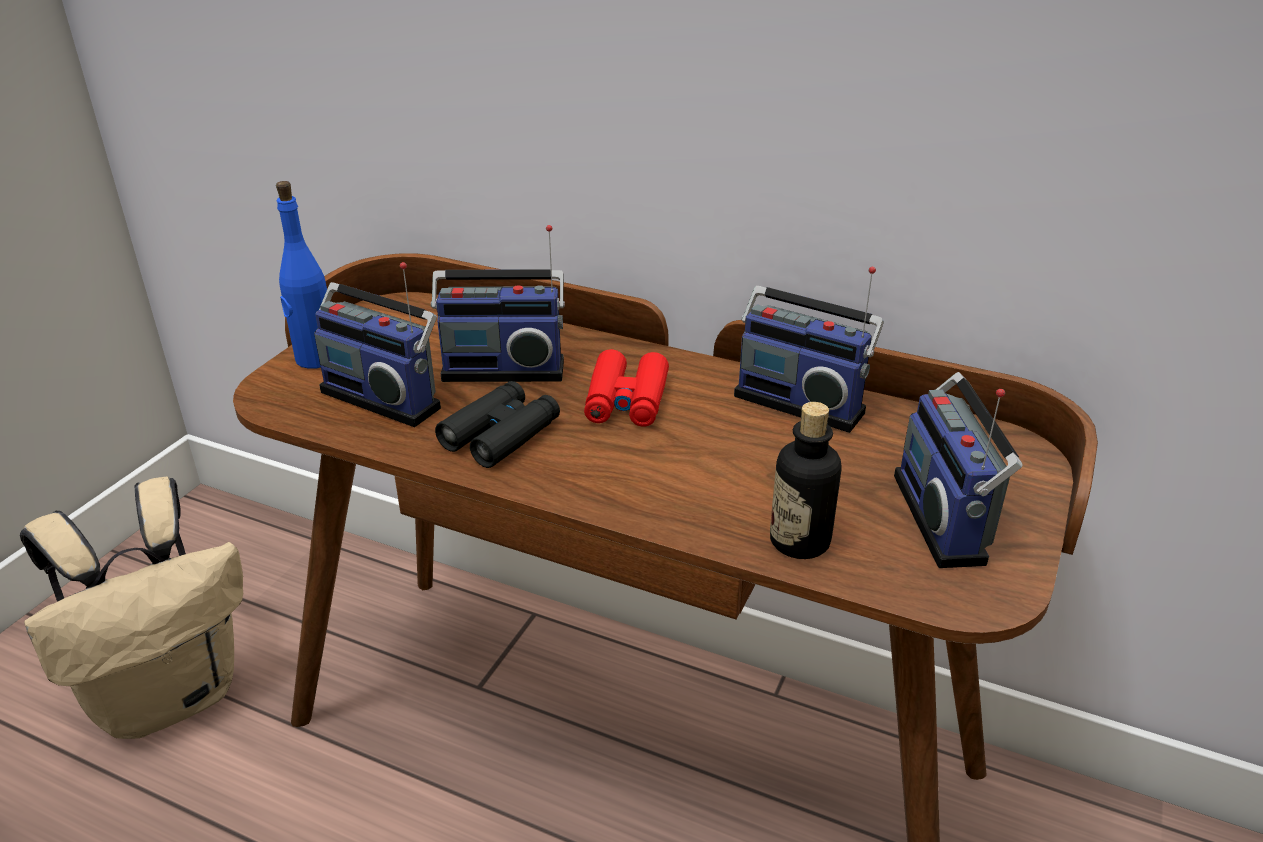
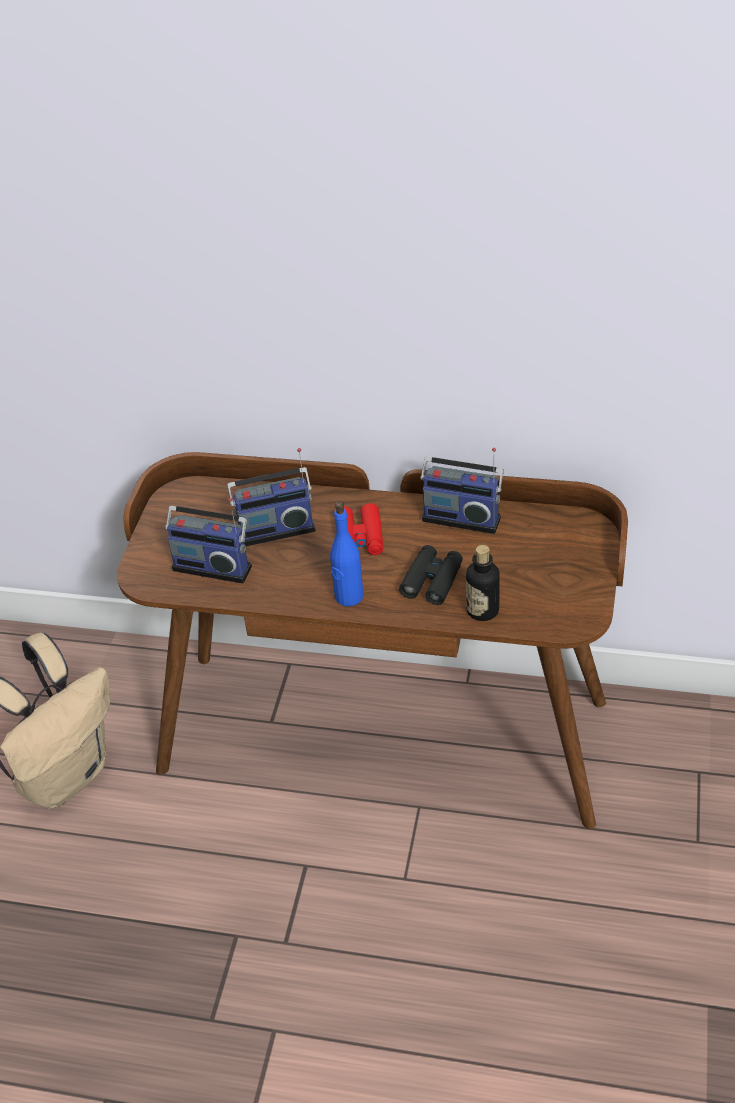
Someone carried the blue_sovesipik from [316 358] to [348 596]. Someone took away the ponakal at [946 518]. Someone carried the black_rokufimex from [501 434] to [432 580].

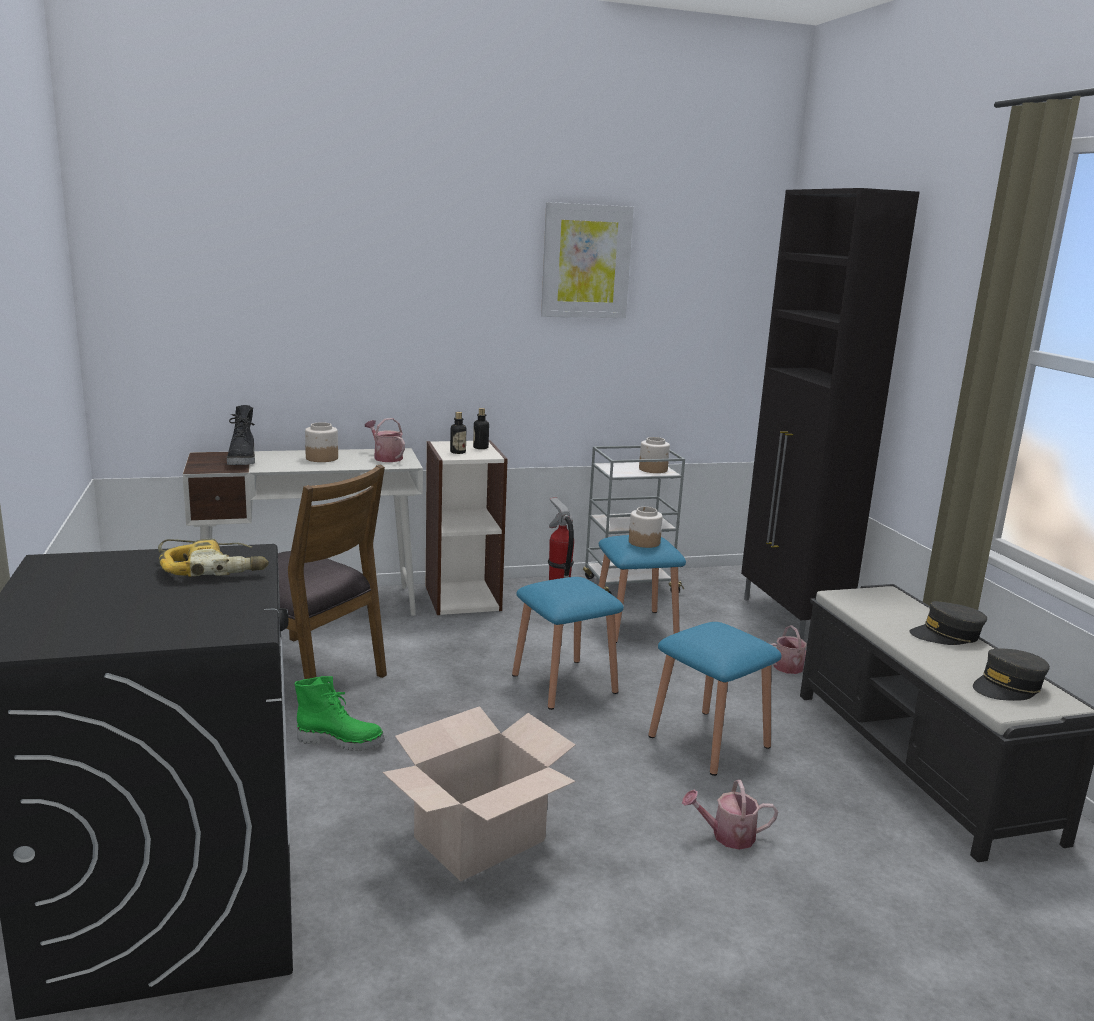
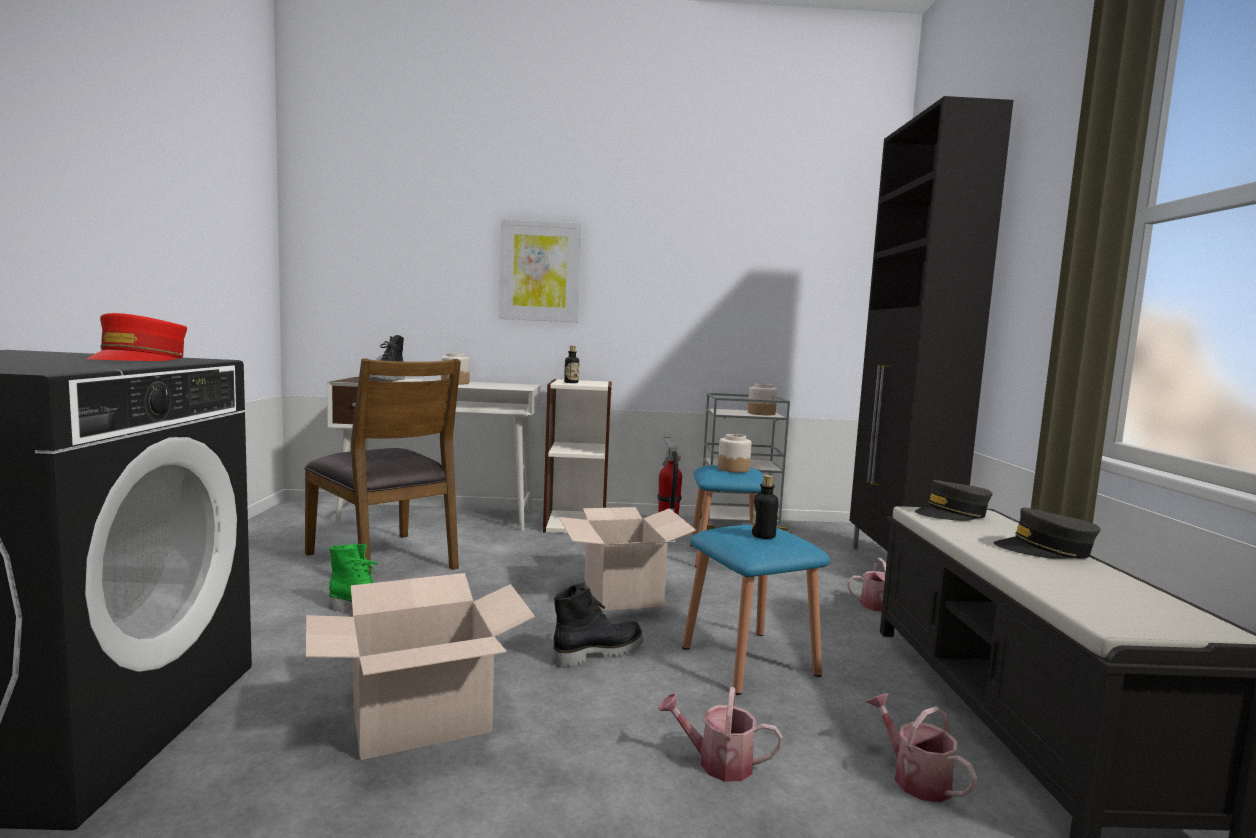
Someone carried the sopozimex from [586 261] to [540 271]. Someone carried the sovesipik from [480 447] to [763 536]. Someone carried the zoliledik from [385 457] to [915 778]. Someone swapped the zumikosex at [213 568] for the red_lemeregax at [139 359]. Someone swapped the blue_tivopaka at [564 683] for the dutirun at [623 593]. Someone carried the grey_lemeregax from [1008 687] to [952 514]. Someone put down the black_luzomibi at [597 653].

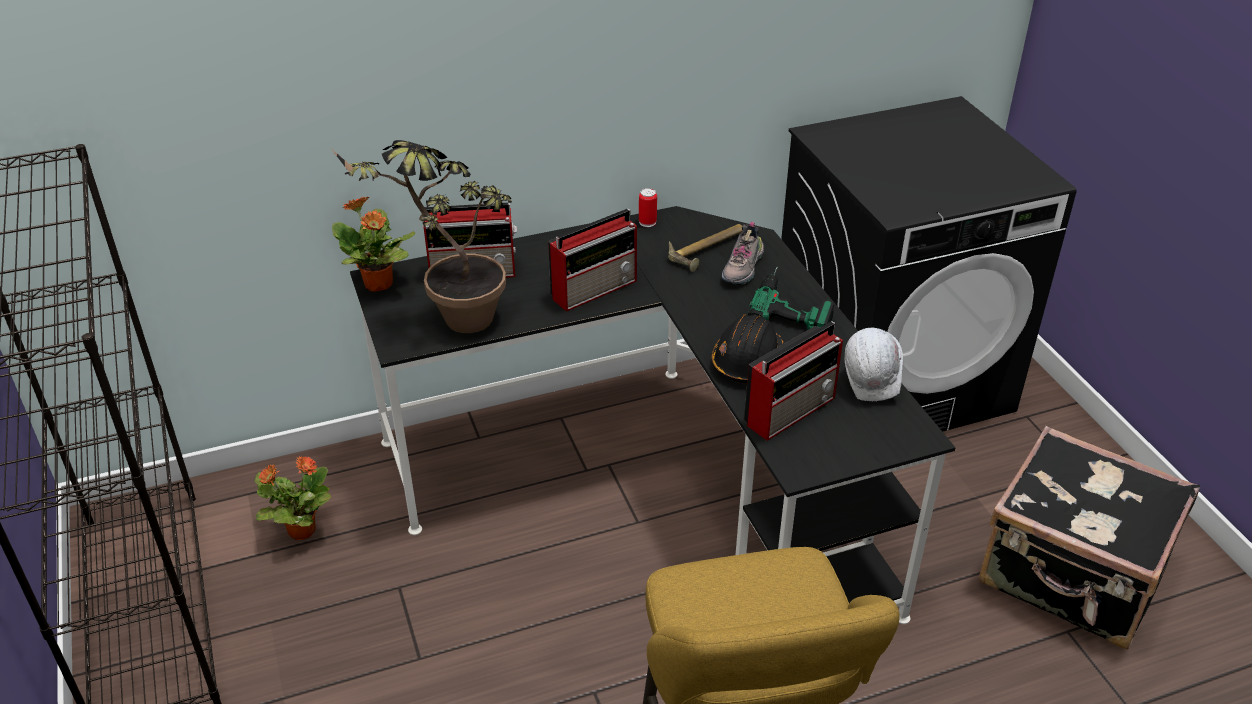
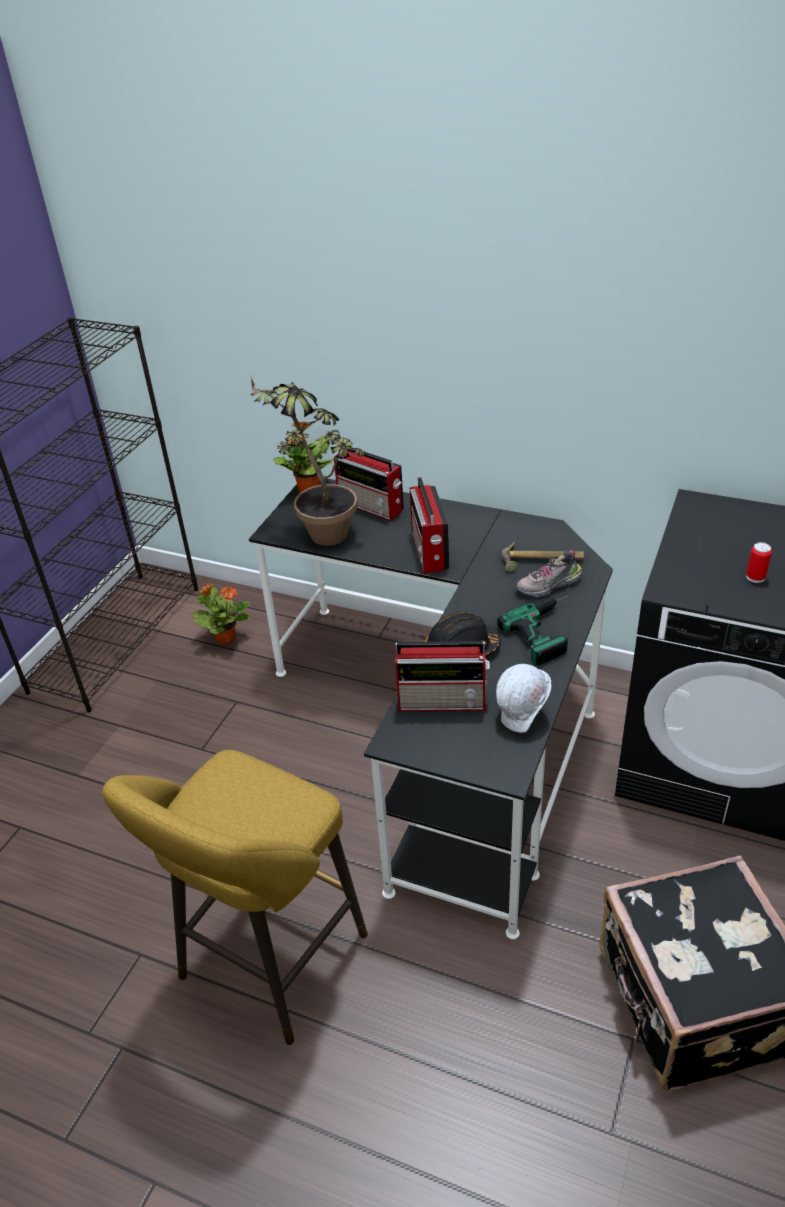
Someone carried the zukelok from [647 222] to [755 577]. Someone rotated the ponakal at [595 288] by 75 degrees clockwise.

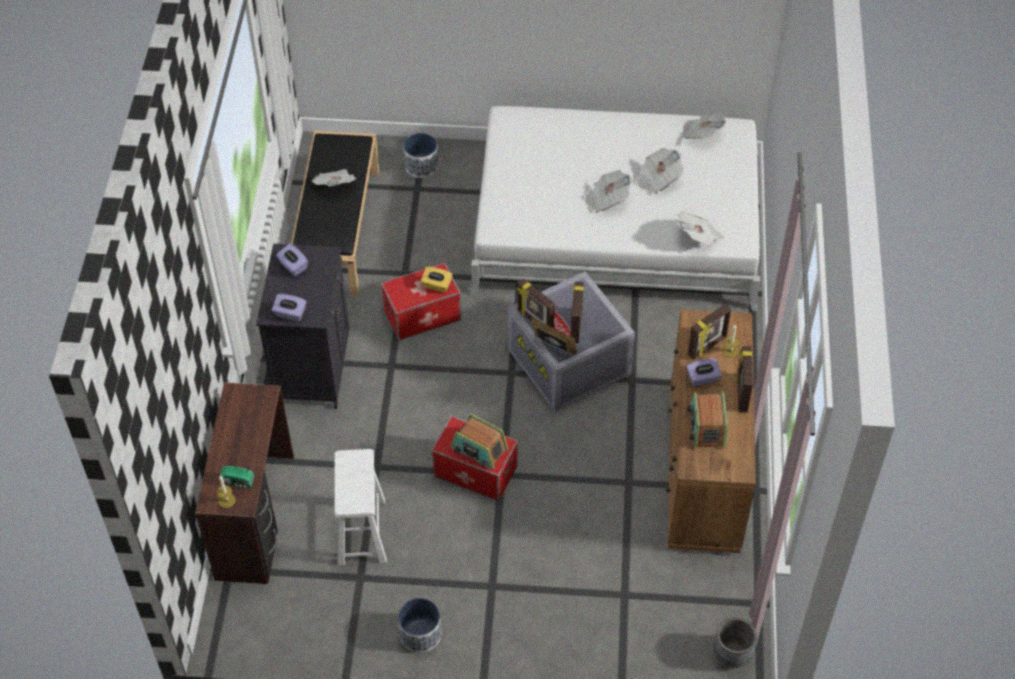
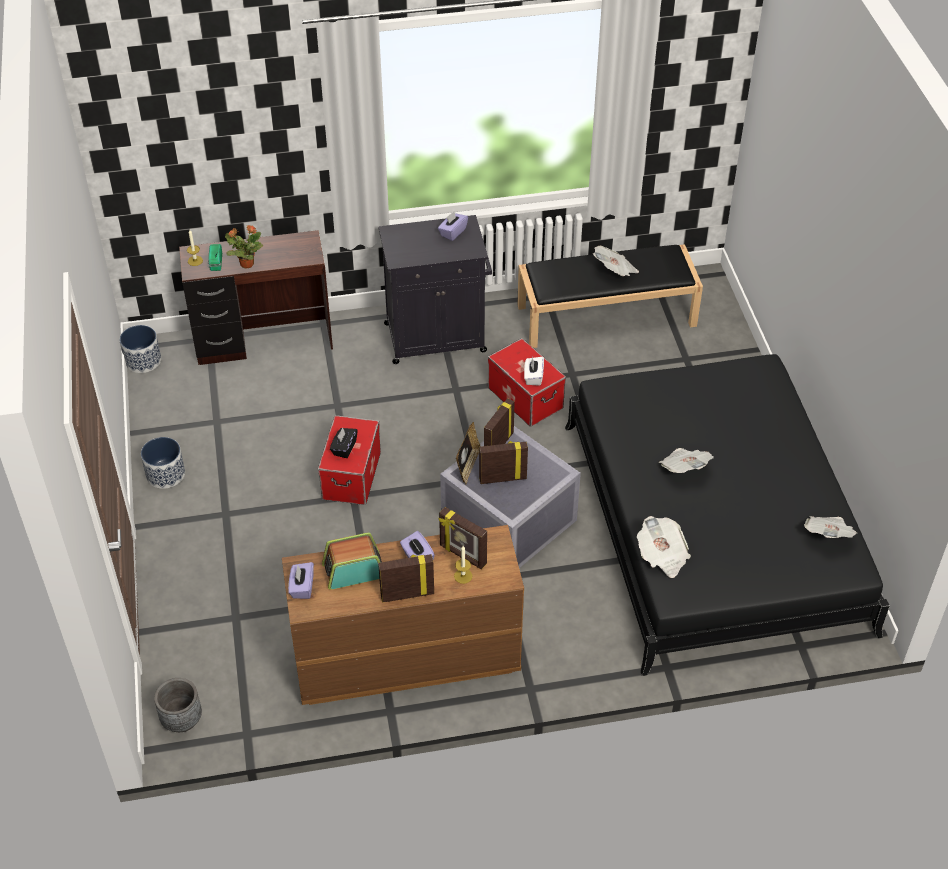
Someone repainted the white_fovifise at [616 224], which became the black_fovifise at [714 525]. Someone carried the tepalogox from [421 166] to [143 361]. Someone took away the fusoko at [657 179]. Someone repainted the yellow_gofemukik at [437 285], which became the white_gofemukik at [533 377]. Someone carried the purple_gofemukik from [290 314] to [302 587]. Someone swapped the ponakal at [479 449] for the black_gofemukik at [344 448]. Someone took away the white_tivopaka at [362 532]. Someone put down the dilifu at [246 264].

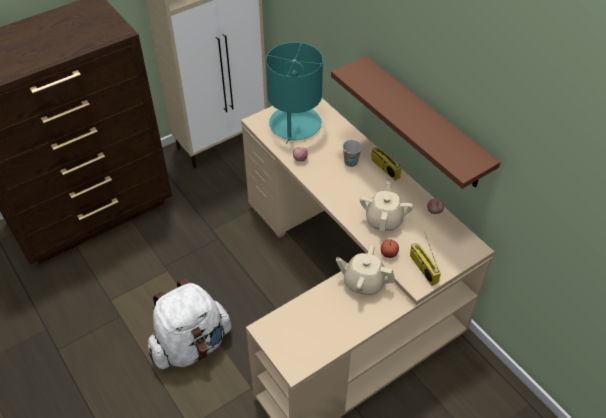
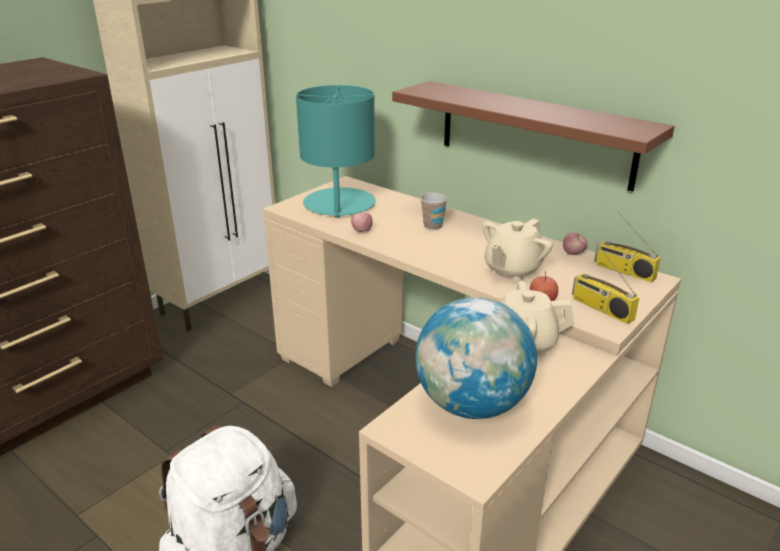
Someone carried the ponakal from [384 168] to [623 271]. Someone rotated the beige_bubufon at [384 220] by 135 degrees counterclockwise. Someone put down the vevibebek at [471 405].

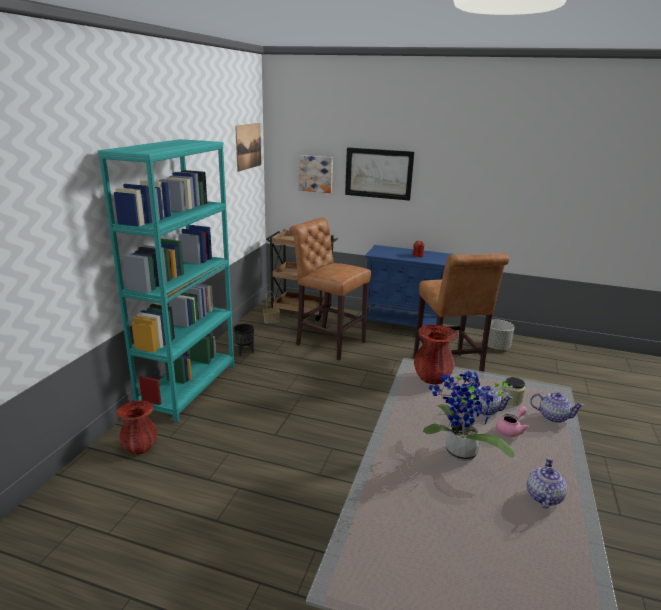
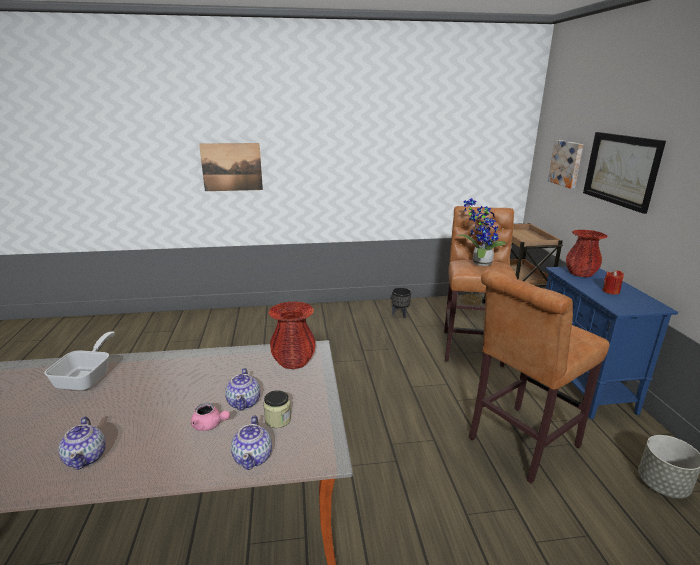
Someone carried the sopozimex from [248 146] to [231 167]. Someone took away the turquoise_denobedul at [189 387]. Someone carried the dilifu from [458 454] to [479 263]. Someone carried the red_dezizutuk from [140 447] to [580 273]. Someone rotated the bubufon at [543 497] by 75 degrees clockwise. Someone put down the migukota at [88 377].

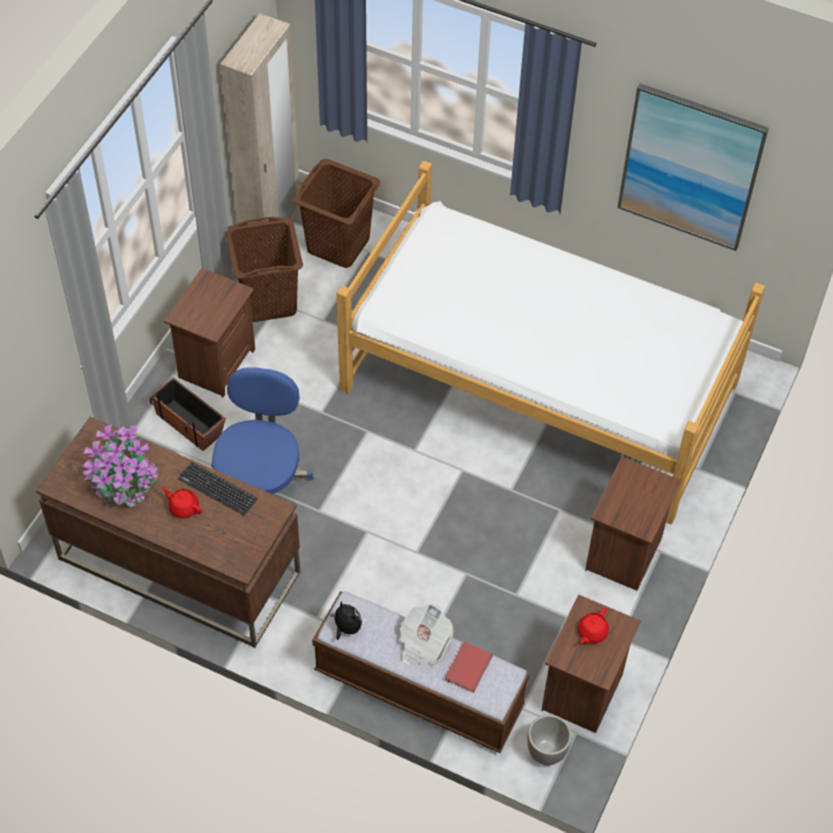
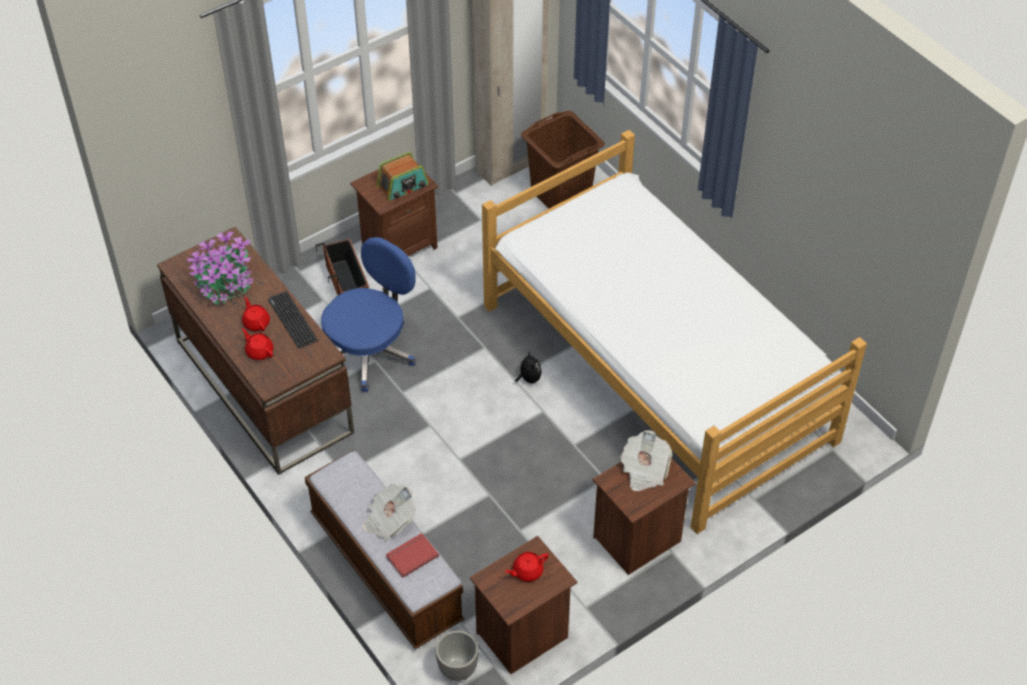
Someone took away the sopozimex at [690 167]. Someone took away the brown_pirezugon at [268 300]. Someone carried the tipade from [346 628] to [529 378]. Someone put down the ponakal at [403 185]. Someone put down the red_bubufon at [259 351]. Someone put down the fusoko at [644 470].

